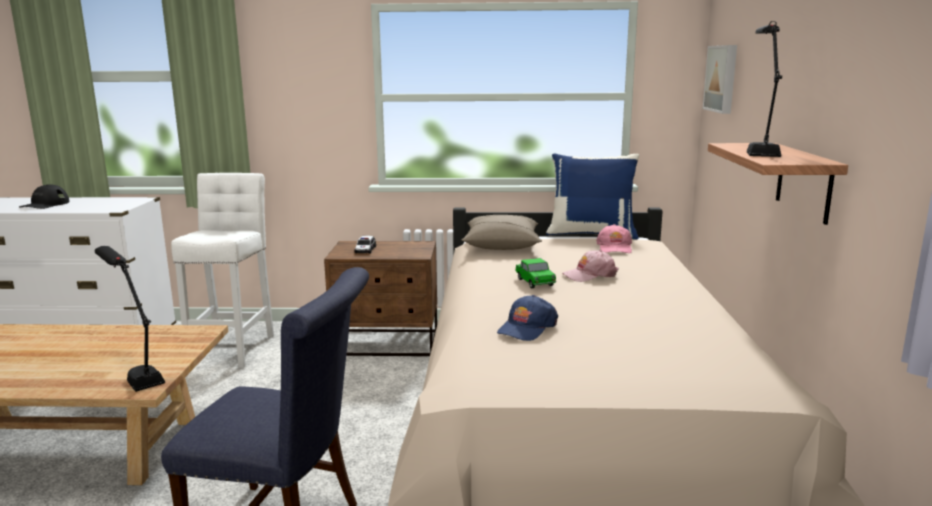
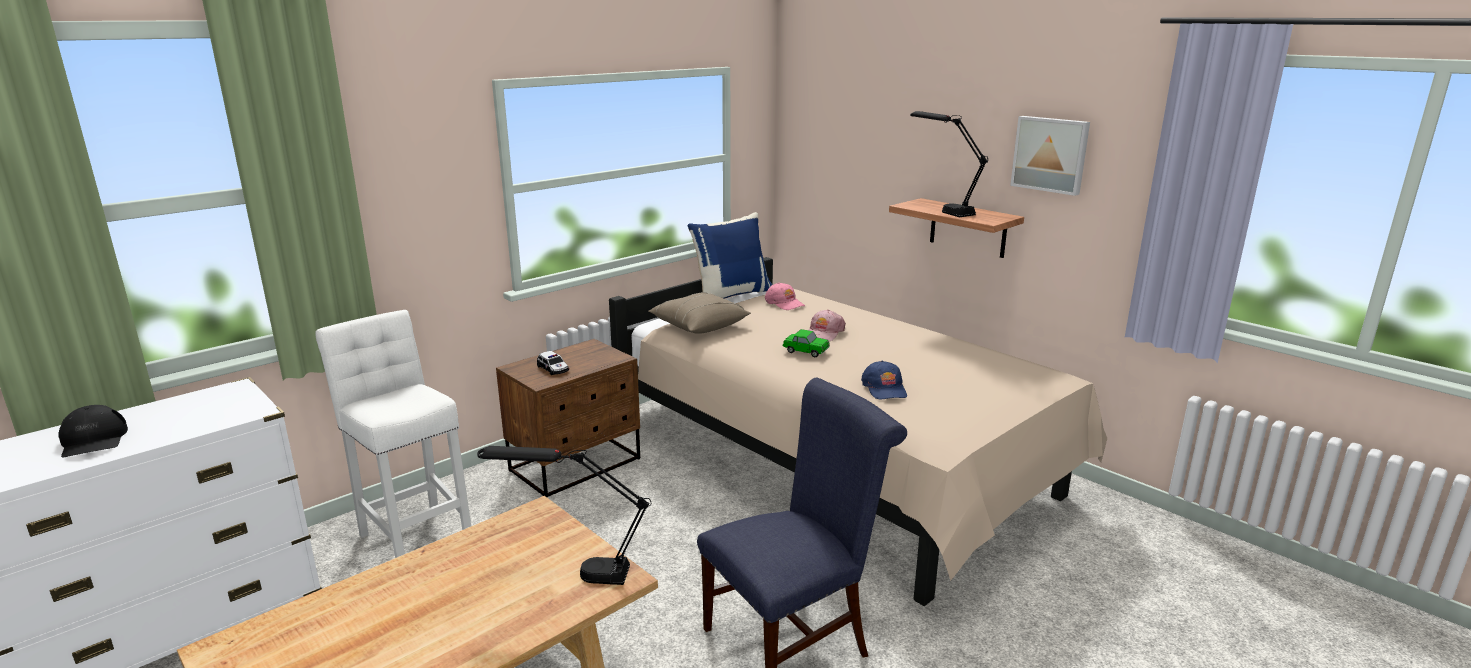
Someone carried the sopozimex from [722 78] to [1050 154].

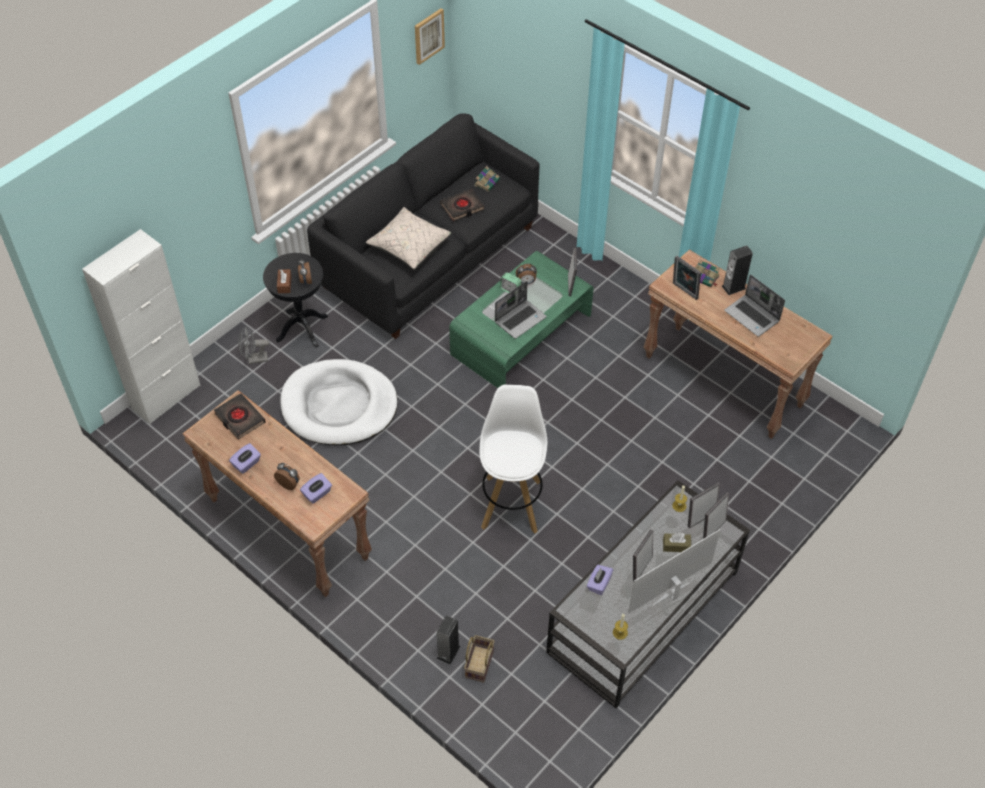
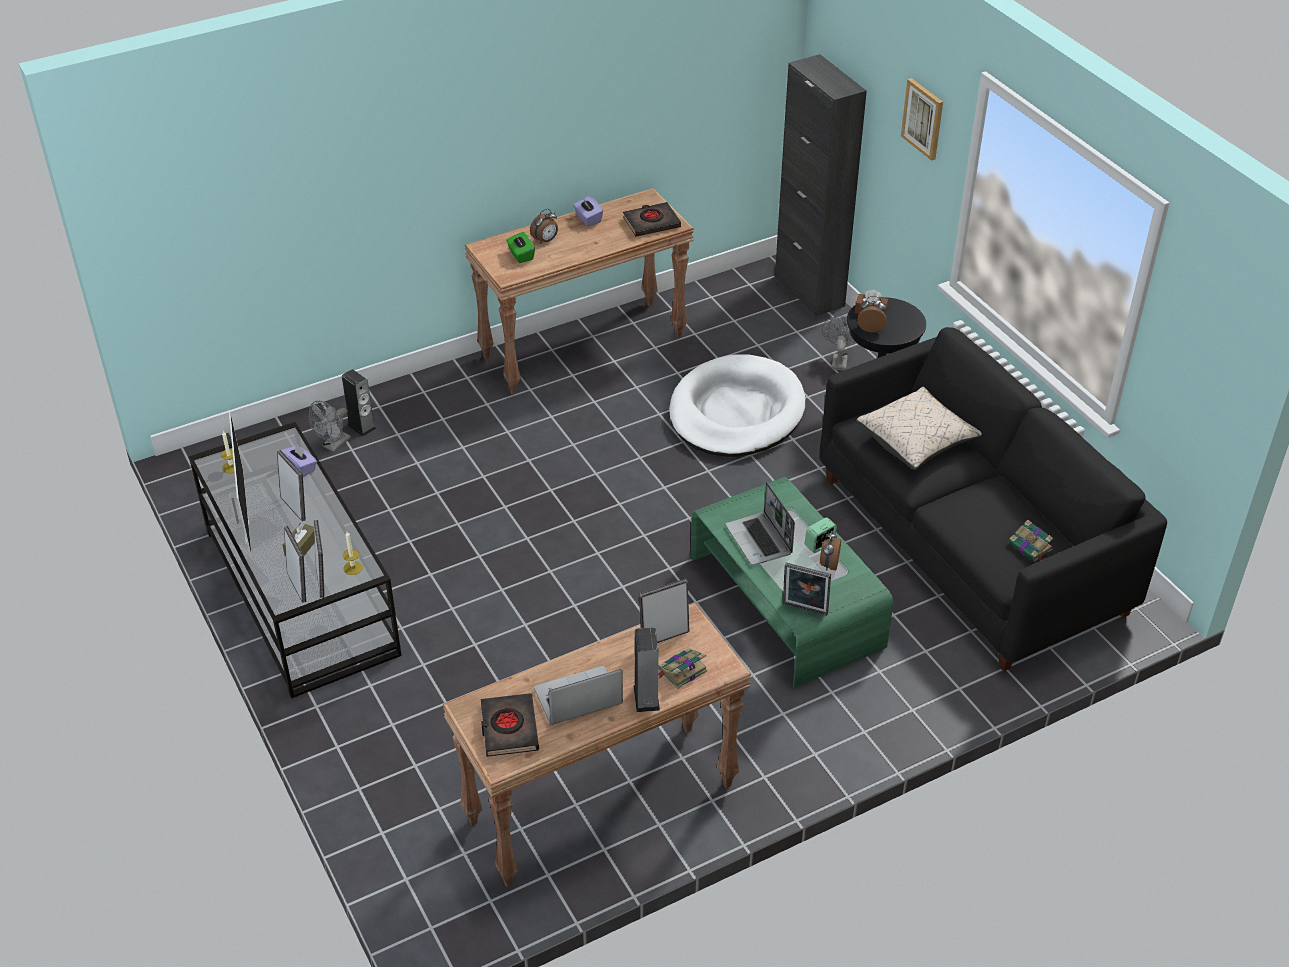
Someone carried the sopozimex from [428 36] to [923 118]. Someone carried the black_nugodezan from [462 207] to [509 728]. Someone repainted the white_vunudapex at [166 397], which became the black_vunudapex at [809 291]. Someone took away the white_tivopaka at [511 503]. Someone repainted the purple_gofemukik at [317 494], which became the green_gofemukik at [521 255]. Someone swapped the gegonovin at [479 663] for the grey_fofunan at [334 445].

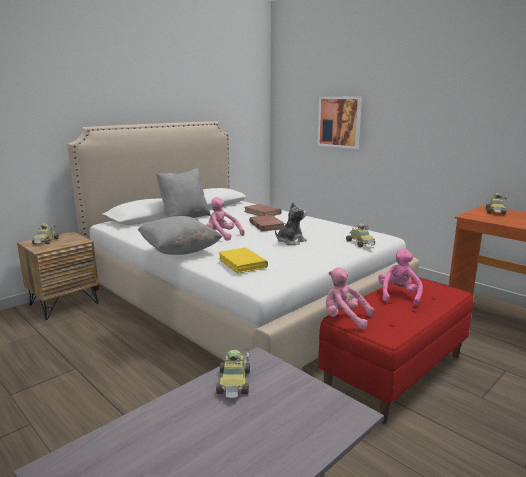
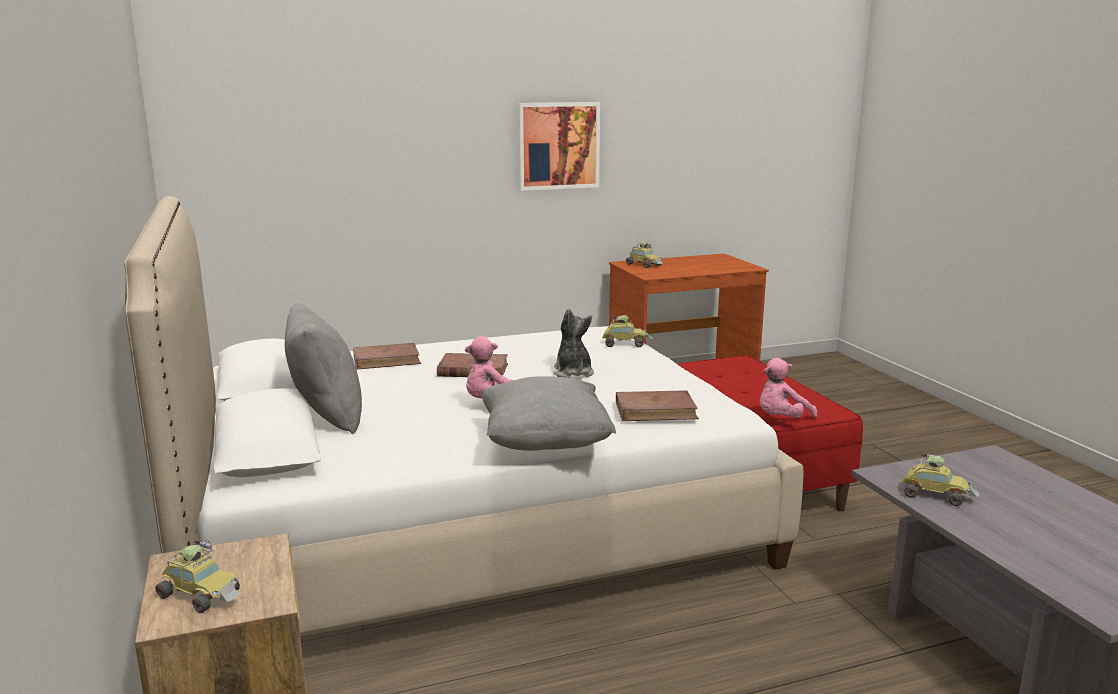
Someone carried the sopozimex from [339 122] to [558 146]. Someone repainted the yellow_nugodezan at [242 263], which became the brown_nugodezan at [656 410]. Someone took away the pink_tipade at [398 295].

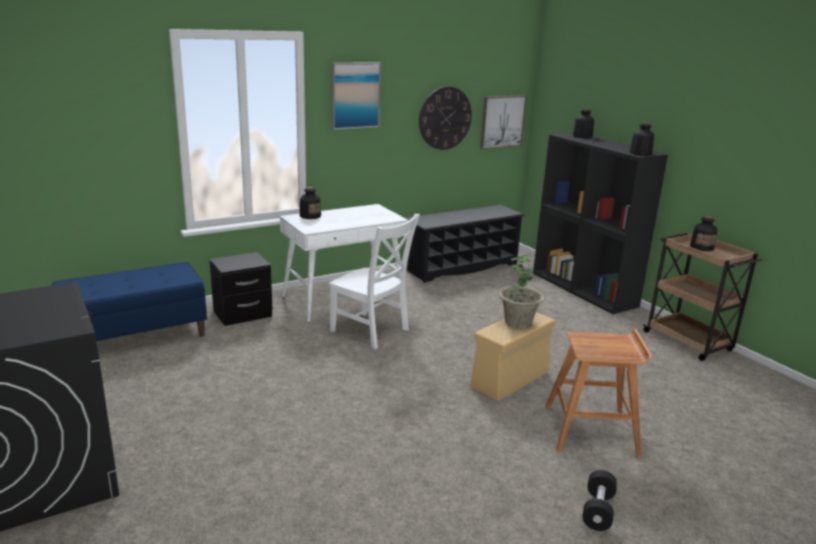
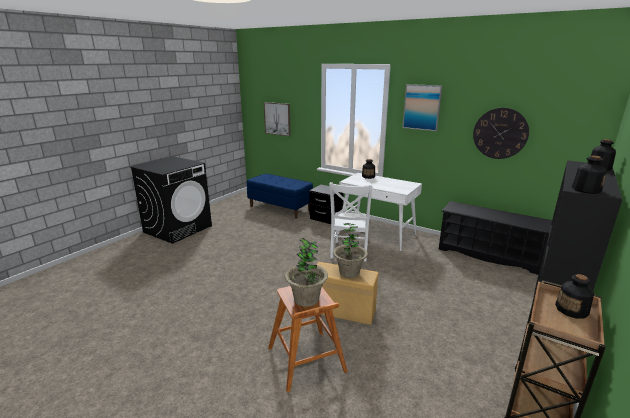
Someone carried the sopozimex from [502 121] to [277 118]. Someone took away the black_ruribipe at [598 510]. Someone put down the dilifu at [306 299].

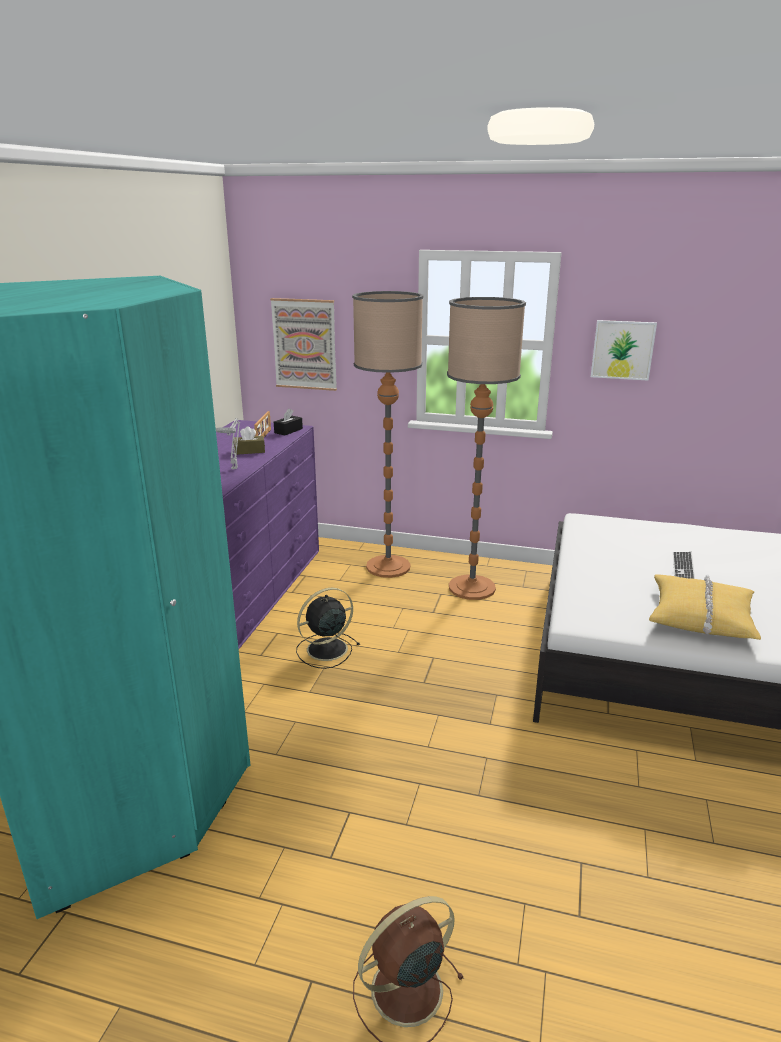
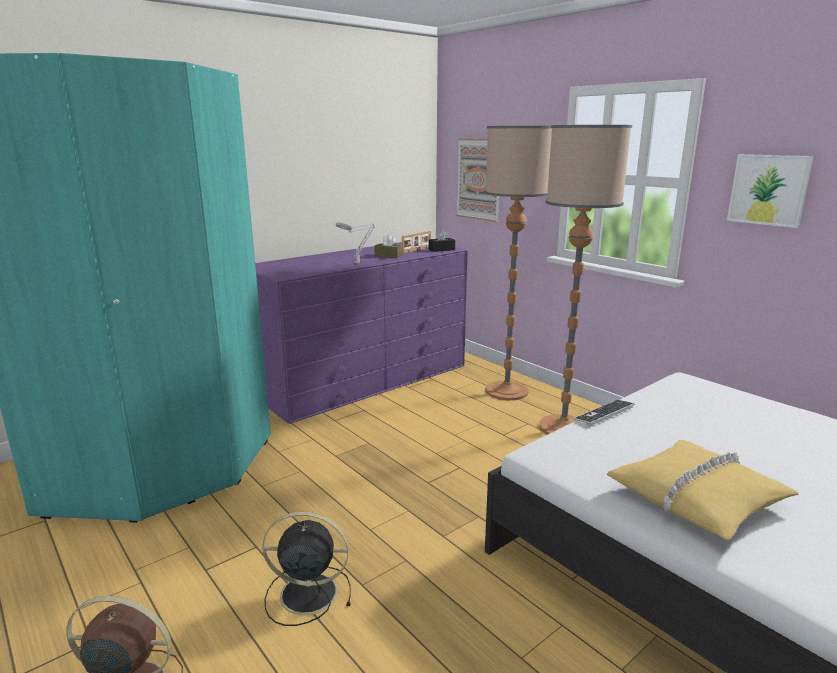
Someone carried the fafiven from [683 568] to [604 413]. Someone carried the black_fofunan from [325 650] to [306 593].

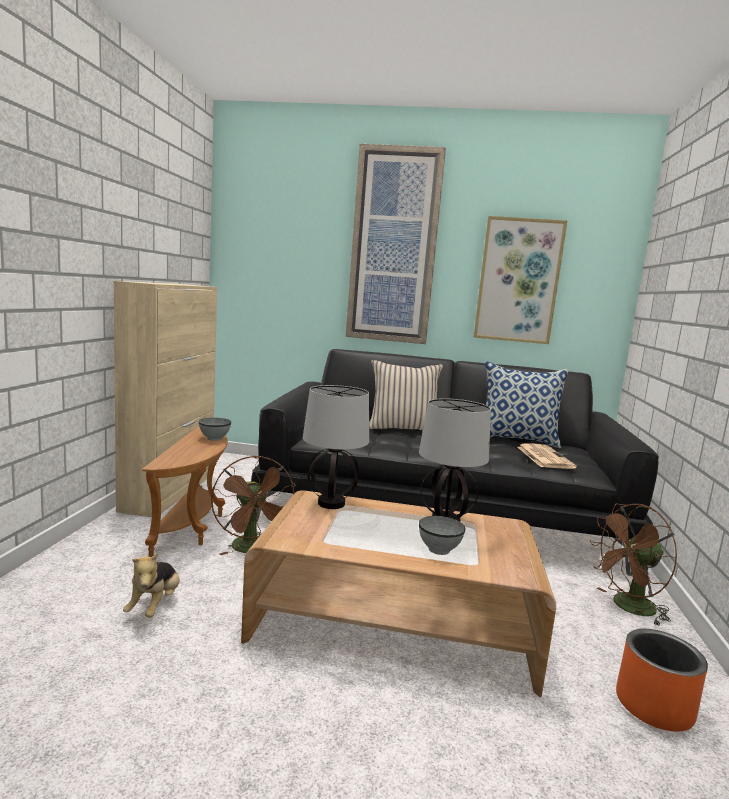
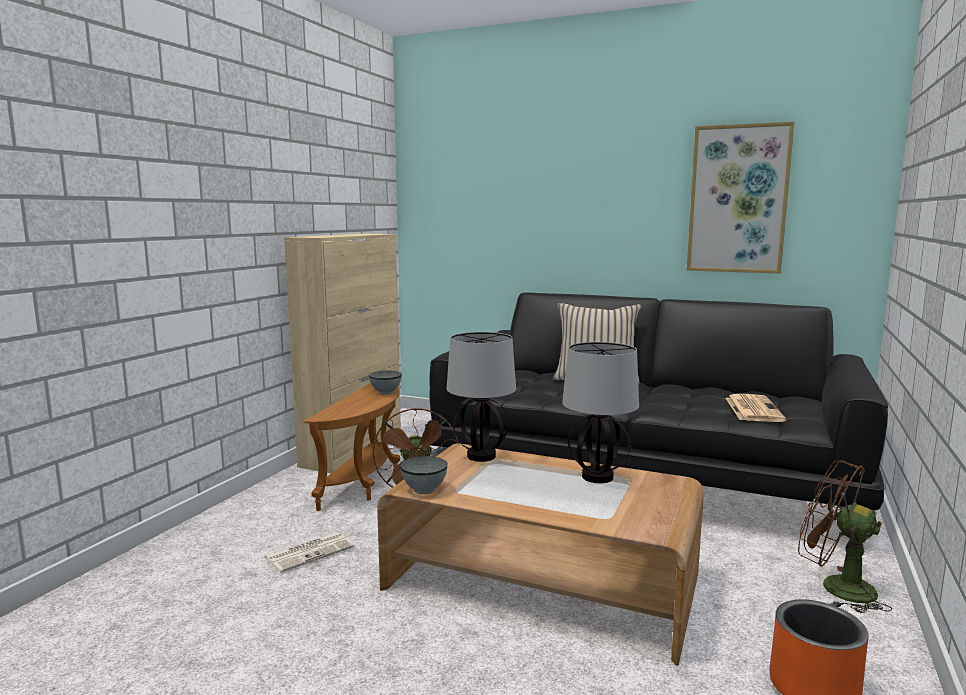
Someone took away the sopozimex at [394 246]. Someone took away the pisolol at [517 440]. Someone rotated the brown_fofunan at [627 608] by 45 degrees clockwise. Someone carried the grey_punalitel from [439 549] to [424 489]. Someone swapped the tipade at [154 605] for the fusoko at [310 552].

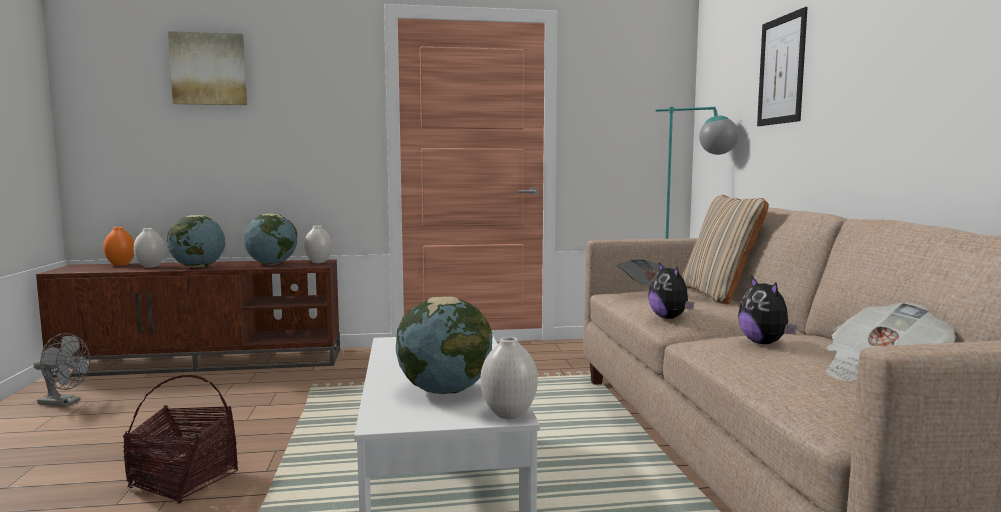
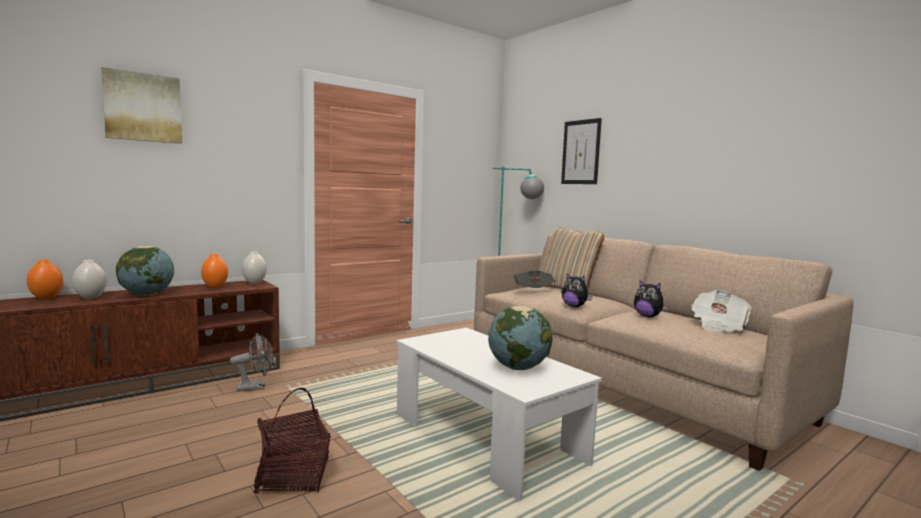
Someone swapped the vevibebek at [272 264] for the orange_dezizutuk at [215 287]. Someone carried the grey_fofunan from [64 403] to [256 387]. Someone took away the white_dezizutuk at [508 414].

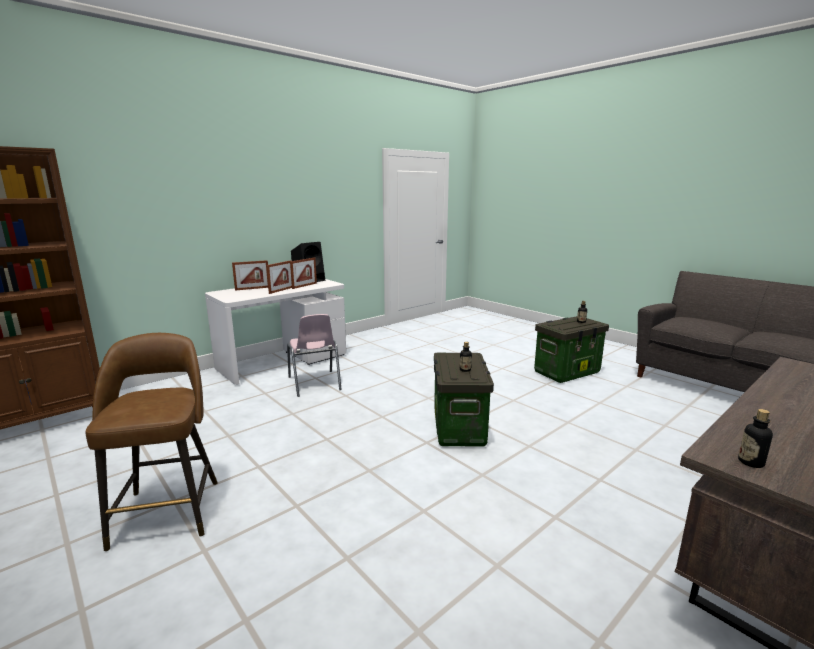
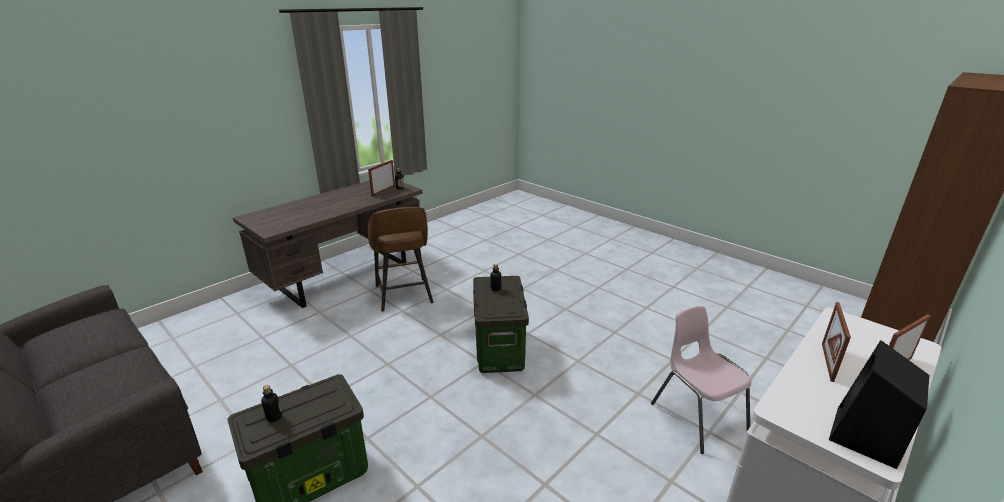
Someone carried the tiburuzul from [304 286] to [383 191]. Someone carried the brown_tivopaka from [168 510] to [404 295].

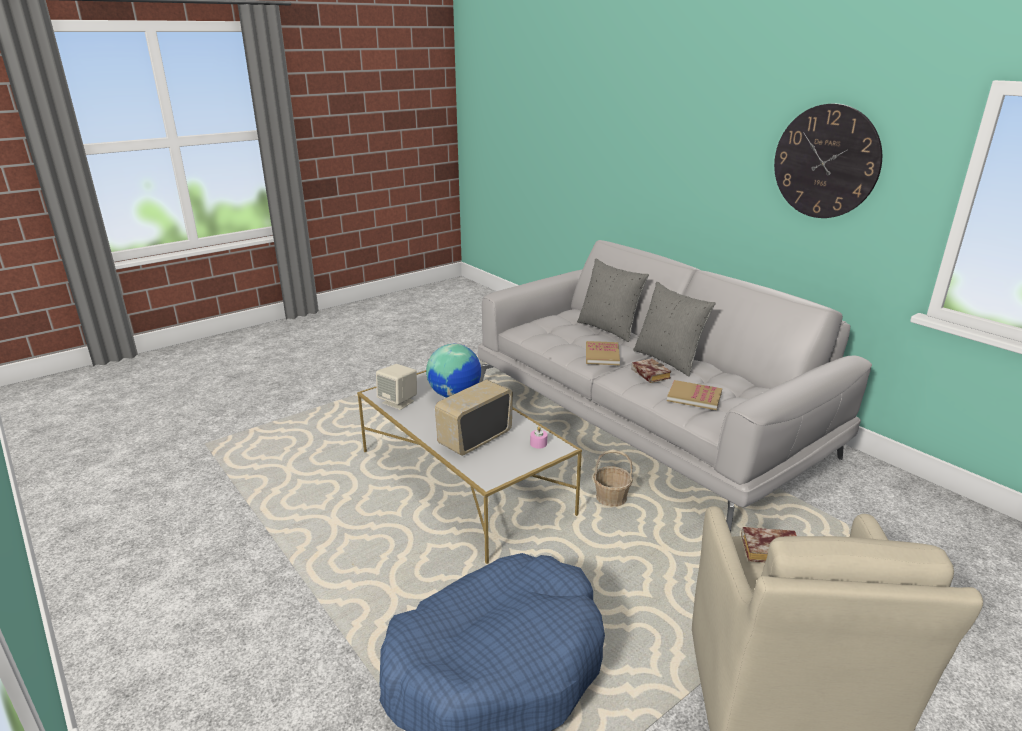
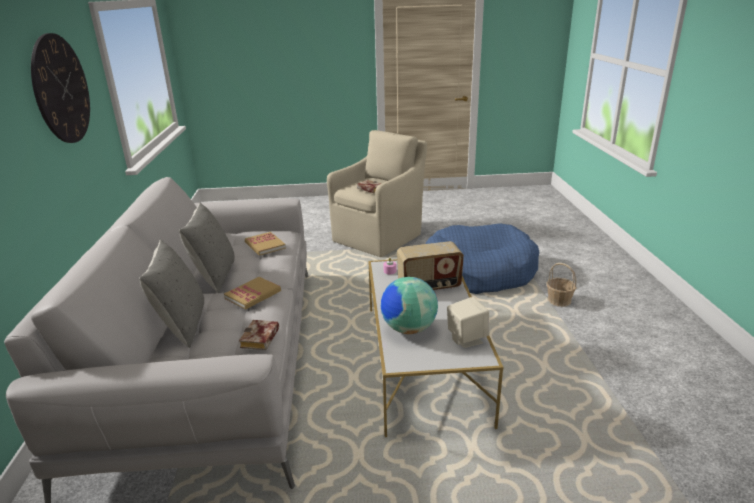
Someone carried the nugodezan from [648 374] to [260 339]. Someone carried the gegonovin from [611 498] to [559 300].

